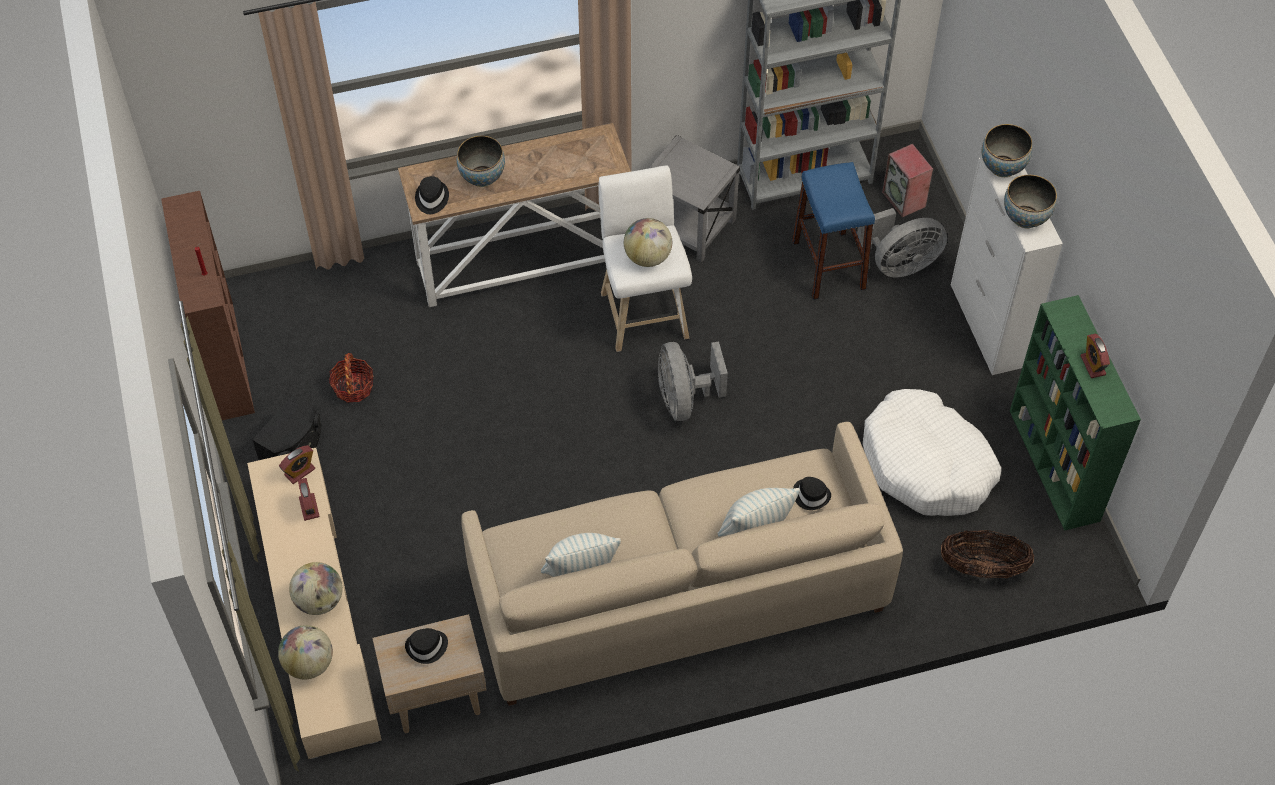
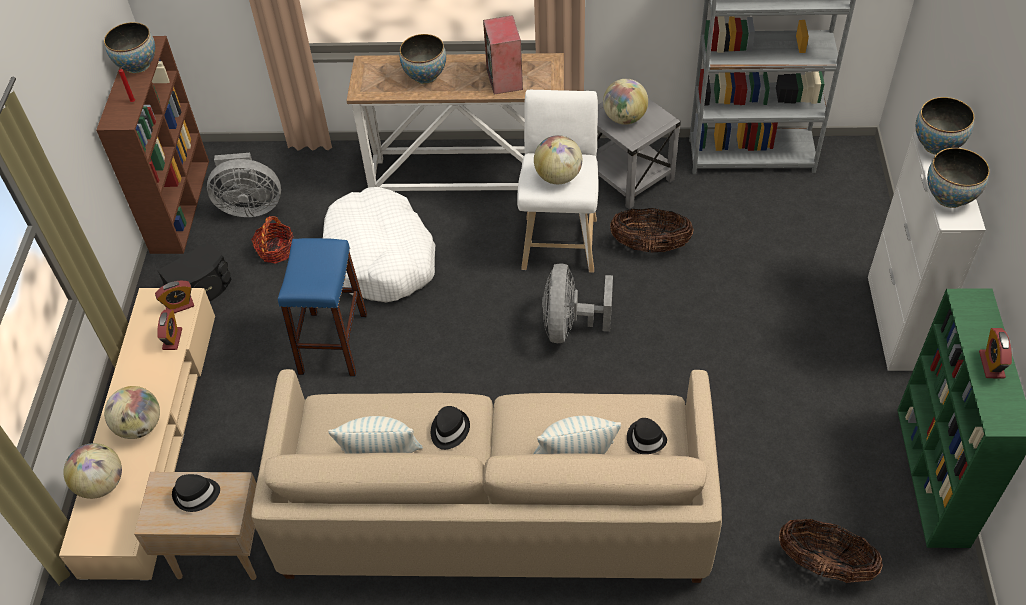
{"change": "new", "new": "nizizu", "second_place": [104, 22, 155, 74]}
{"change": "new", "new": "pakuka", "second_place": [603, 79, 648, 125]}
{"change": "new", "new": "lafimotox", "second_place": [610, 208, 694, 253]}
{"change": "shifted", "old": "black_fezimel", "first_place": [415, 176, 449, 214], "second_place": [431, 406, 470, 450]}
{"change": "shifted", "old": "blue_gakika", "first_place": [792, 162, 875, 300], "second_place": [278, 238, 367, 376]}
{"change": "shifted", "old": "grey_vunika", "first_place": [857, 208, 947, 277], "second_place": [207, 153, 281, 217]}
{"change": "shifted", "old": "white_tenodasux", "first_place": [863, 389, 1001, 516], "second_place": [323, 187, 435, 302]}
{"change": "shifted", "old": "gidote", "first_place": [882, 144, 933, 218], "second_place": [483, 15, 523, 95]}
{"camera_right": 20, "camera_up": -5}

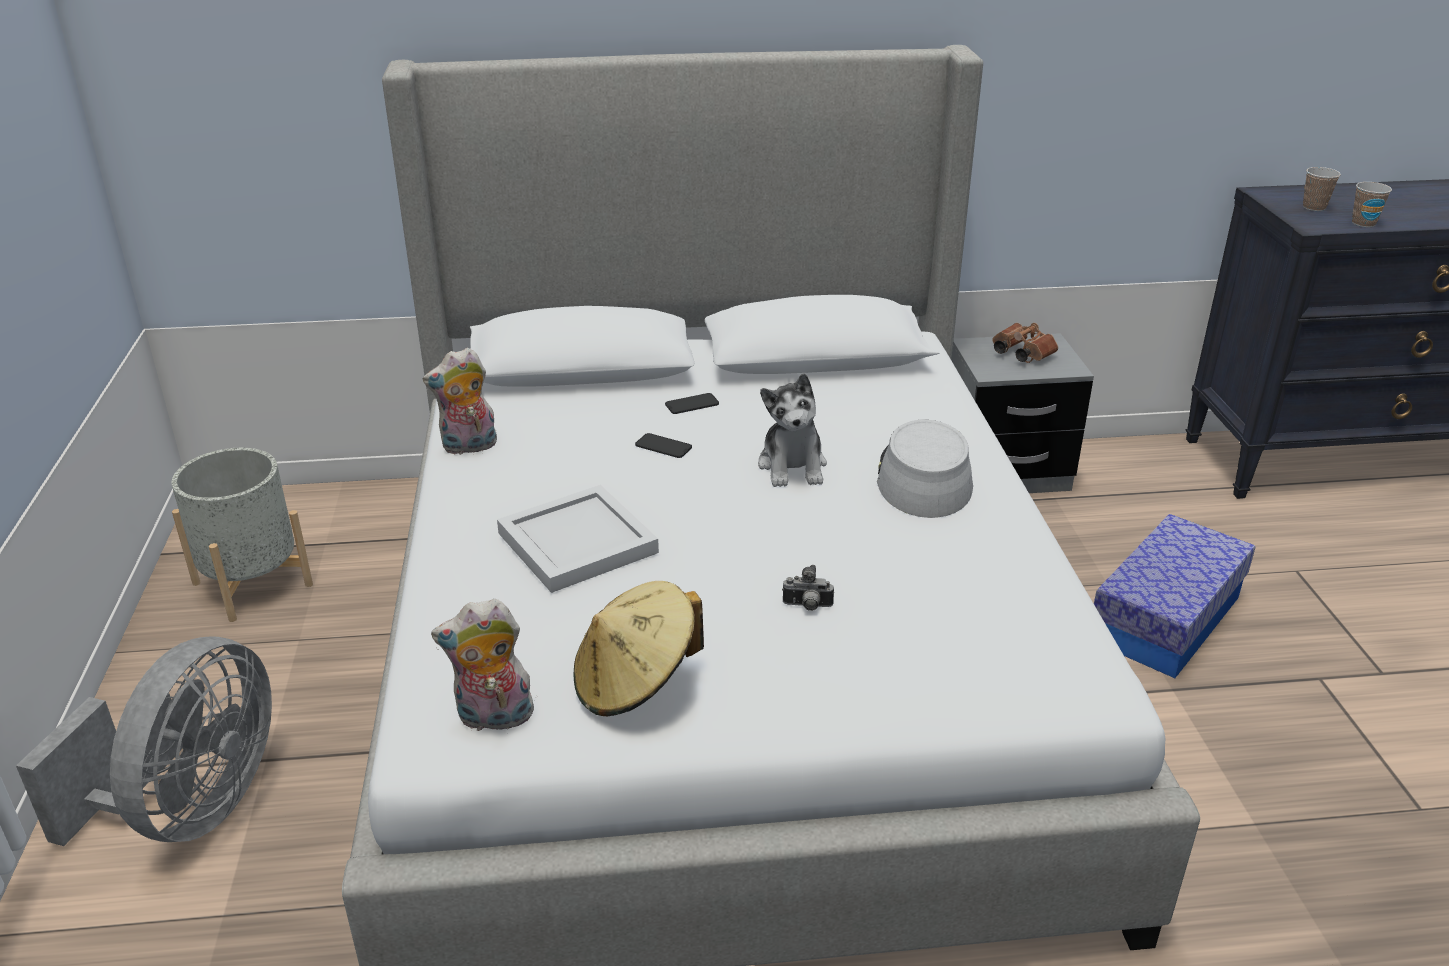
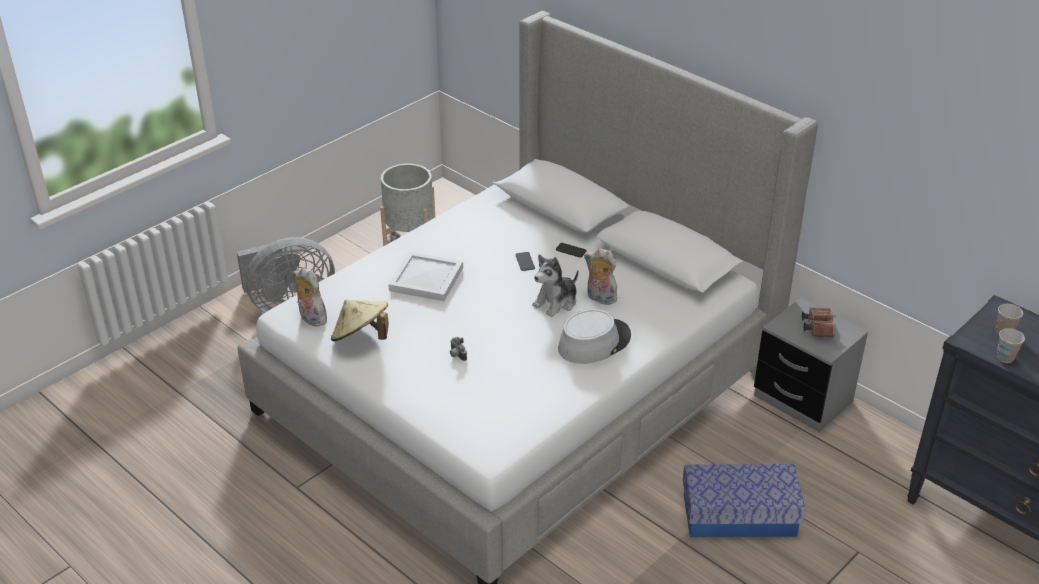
{"change": "shifted", "old": "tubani", "first_place": [423, 347, 497, 455], "second_place": [584, 248, 619, 306]}
{"camera_right": 50, "camera_up": 5}

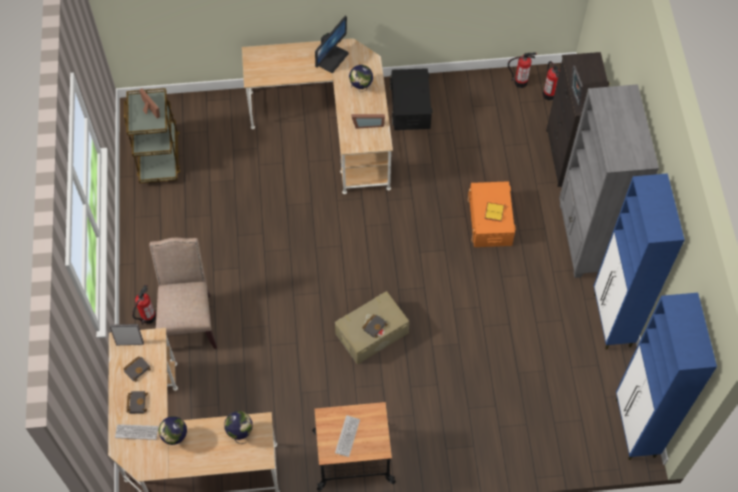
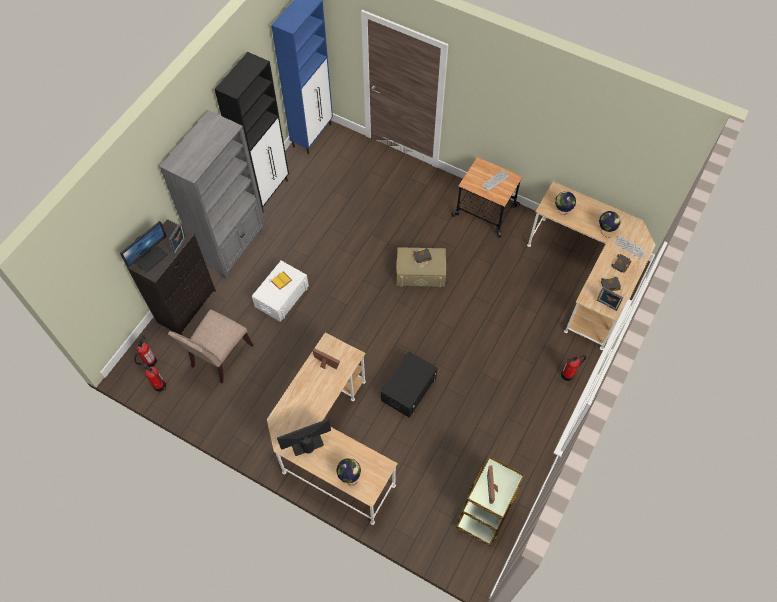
{"change": "new", "new": "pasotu", "second_place": [120, 221, 168, 273]}
{"change": "shifted", "old": "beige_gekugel", "first_place": [149, 238, 217, 349], "second_place": [168, 309, 254, 383]}
{"change": "shifted", "old": "pakuka", "first_place": [349, 65, 373, 92], "second_place": [336, 458, 361, 485]}
{"change": "shifted", "old": "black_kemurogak", "first_place": [390, 68, 433, 130], "second_place": [381, 351, 437, 418]}
{"change": "repainted", "old": "orange_kemurogak", "new": "white_kemurogak", "first_place": [468, 181, 516, 247], "second_place": [252, 261, 309, 322]}
{"change": "repainted", "old": "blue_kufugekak", "new": "black_kufugekak", "first_place": [594, 173, 685, 349], "second_place": [214, 52, 289, 212]}
{"camera_right": -145, "camera_up": 0}

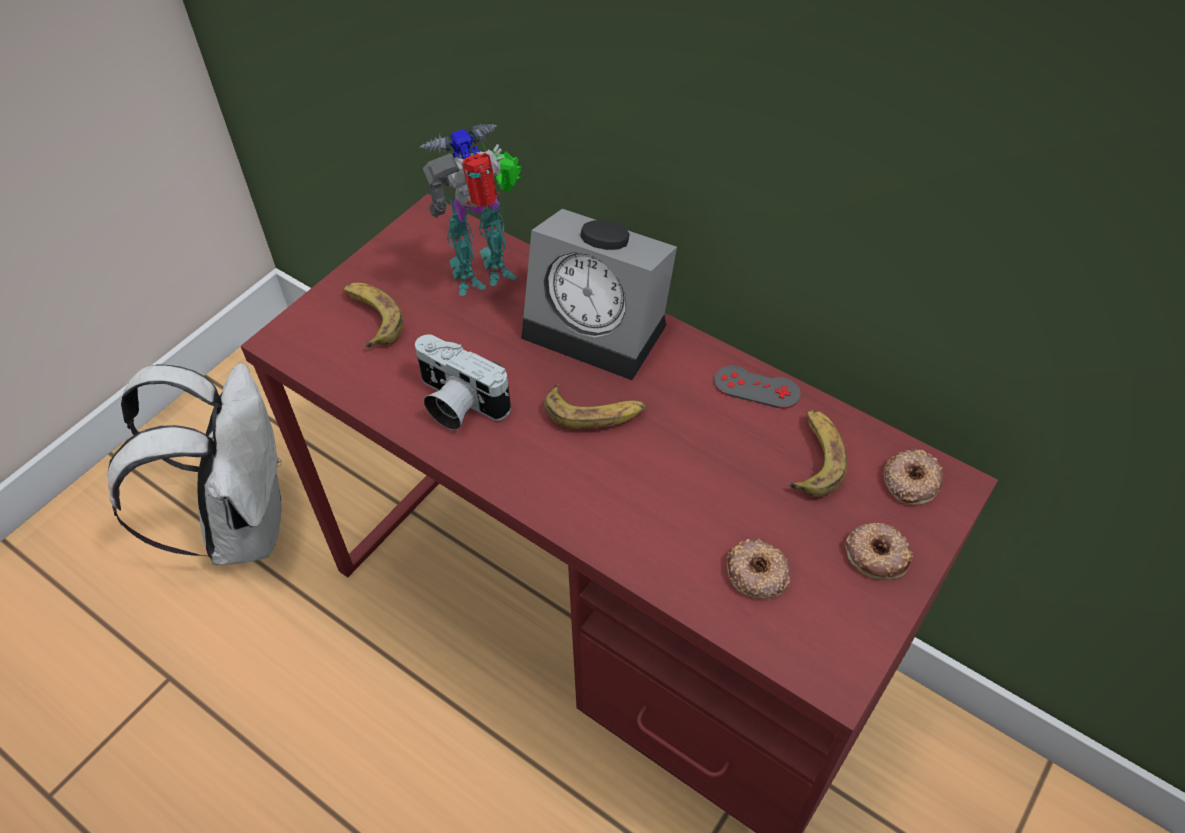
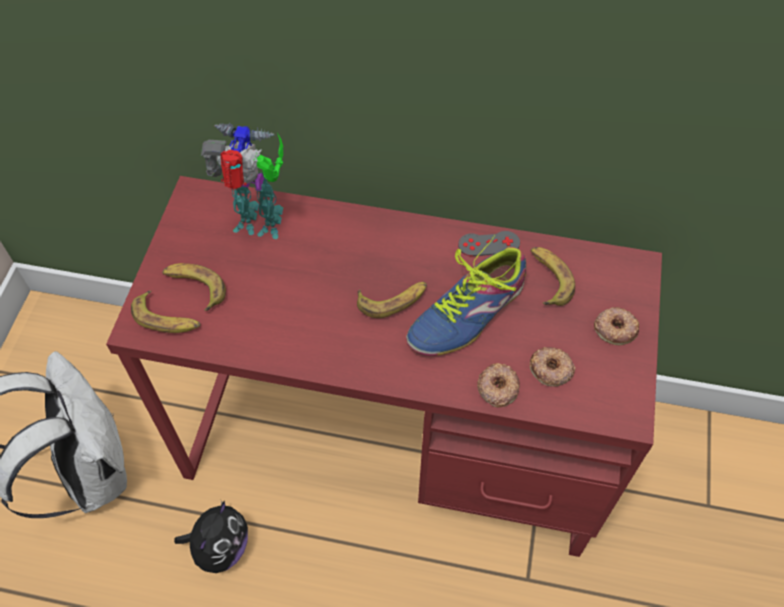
{"change": "gone", "old": "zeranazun", "first_place": [415, 334, 511, 430]}
{"change": "gone", "old": "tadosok", "first_place": [521, 209, 677, 380]}
{"change": "new", "new": "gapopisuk", "second_place": [131, 291, 201, 333]}
{"change": "new", "new": "tubani", "second_place": [174, 501, 248, 573]}
{"change": "new", "new": "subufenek", "second_place": [406, 235, 526, 356]}
{"change": "shifted", "old": "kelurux", "first_place": [883, 449, 944, 505], "second_place": [477, 363, 520, 407]}
{"change": "rotated", "old": "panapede", "first_place": [420, 124, 522, 296], "second_place": [201, 123, 284, 239], "degrees": 60}
{"camera_right": -25, "camera_up": 5}

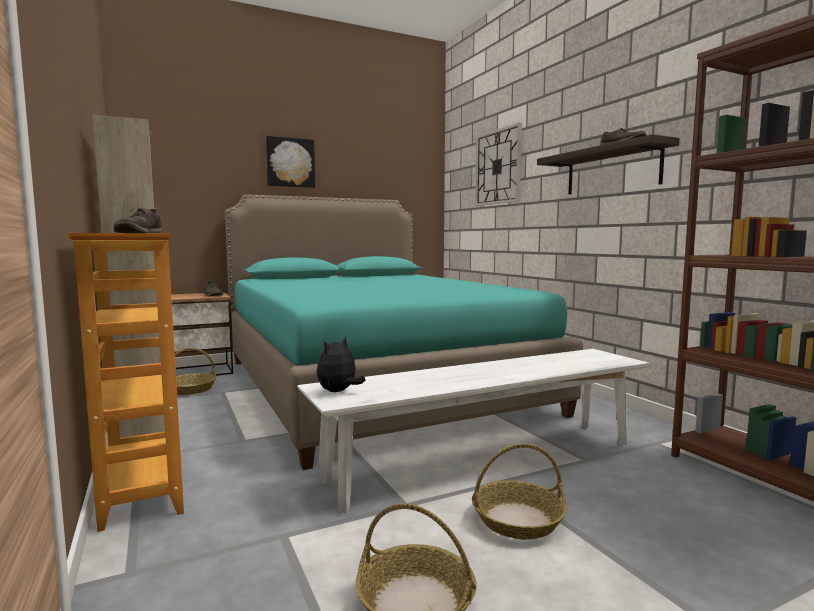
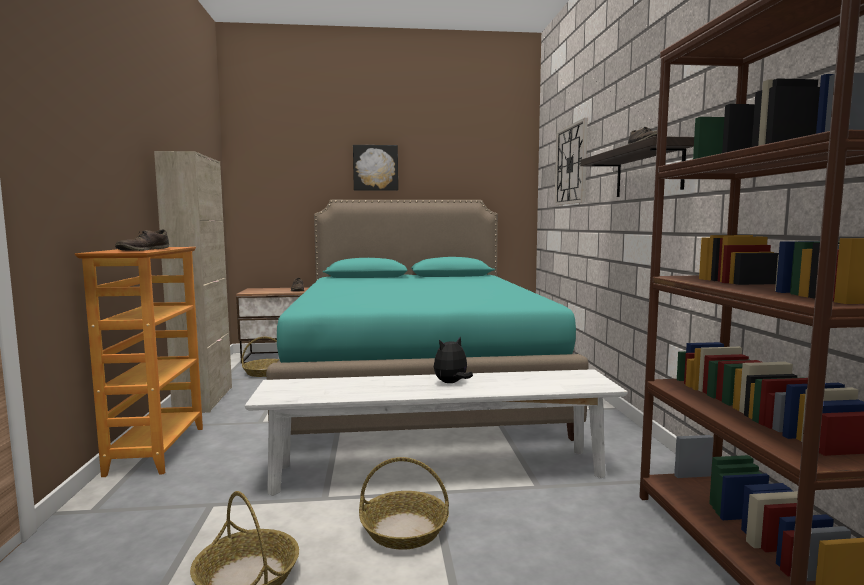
{"change": "shifted", "old": "tubani", "first_place": [317, 336, 366, 392], "second_place": [434, 337, 473, 383]}
{"camera_right": 20, "camera_up": 0}

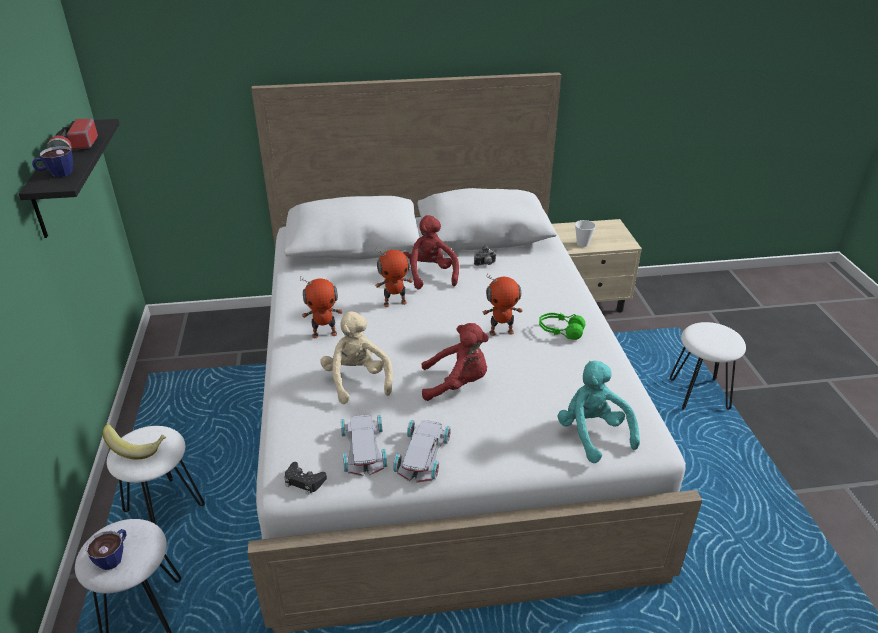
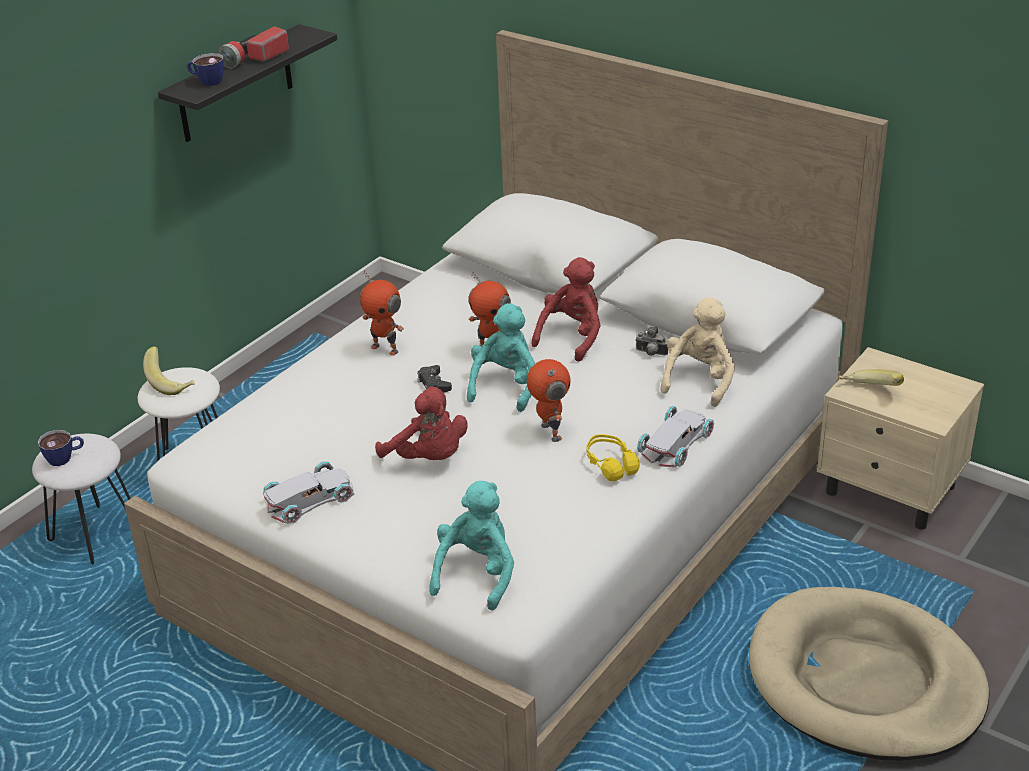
{"change": "new", "new": "turquoise_tubani", "second_place": [467, 303, 535, 412]}
{"change": "shifted", "old": "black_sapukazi", "first_place": [284, 462, 327, 495], "second_place": [417, 365, 452, 393]}
{"change": "shifted", "old": "beige_tubani", "first_place": [320, 311, 393, 404], "second_place": [660, 297, 735, 407]}
{"change": "shifted", "old": "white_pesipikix", "first_place": [340, 415, 387, 476], "second_place": [637, 406, 714, 467]}
{"change": "swapped", "old": "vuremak", "new": "gapopisuk", "first_place": [575, 220, 596, 247], "second_place": [838, 369, 904, 386]}
{"change": "swapped", "old": "white_gakika", "new": "beige_tenodasux", "first_place": [670, 322, 746, 410], "second_place": [749, 587, 990, 761]}
{"change": "repainted", "old": "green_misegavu", "new": "yellow_misegavu", "first_place": [539, 313, 585, 340], "second_place": [586, 434, 640, 481]}
{"change": "rotated", "old": "panapede", "first_place": [483, 274, 523, 336], "second_place": [527, 359, 571, 442], "degrees": -150}
{"camera_right": 45, "camera_up": 0}

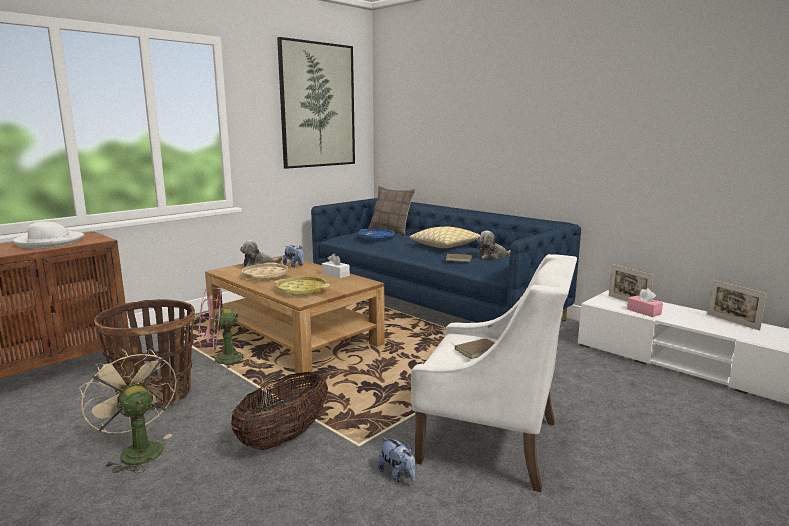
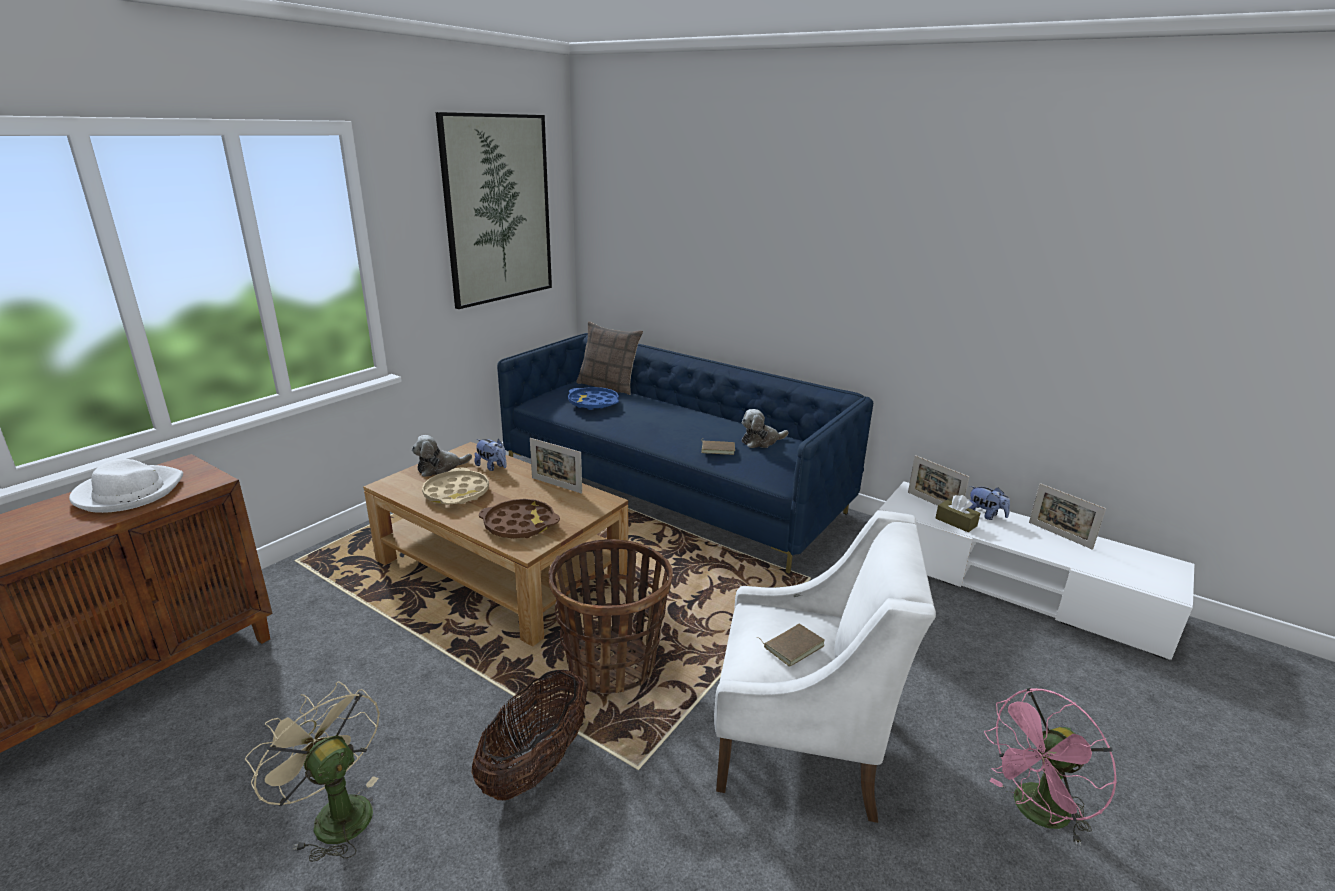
{"change": "gone", "old": "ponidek", "first_place": [410, 227, 480, 248]}
{"change": "shifted", "old": "lafimotox", "first_place": [94, 299, 195, 409], "second_place": [549, 539, 673, 694]}
{"change": "shifted", "old": "pink_vunika", "first_place": [199, 287, 249, 369], "second_place": [984, 688, 1117, 846]}
{"change": "shifted", "old": "tubani", "first_place": [378, 437, 415, 482], "second_place": [969, 486, 1010, 520]}
{"change": "swapped", "old": "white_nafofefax", "new": "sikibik", "first_place": [322, 254, 350, 279], "second_place": [530, 438, 582, 494]}
{"change": "repainted", "old": "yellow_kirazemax", "new": "brown_kirazemax", "first_place": [274, 277, 330, 296], "second_place": [479, 499, 560, 538]}
{"change": "repainted", "old": "pink_nafofefax", "new": "brown_nafofefax", "first_place": [627, 288, 663, 317], "second_place": [936, 495, 980, 532]}
{"camera_right": -10, "camera_up": 10}

